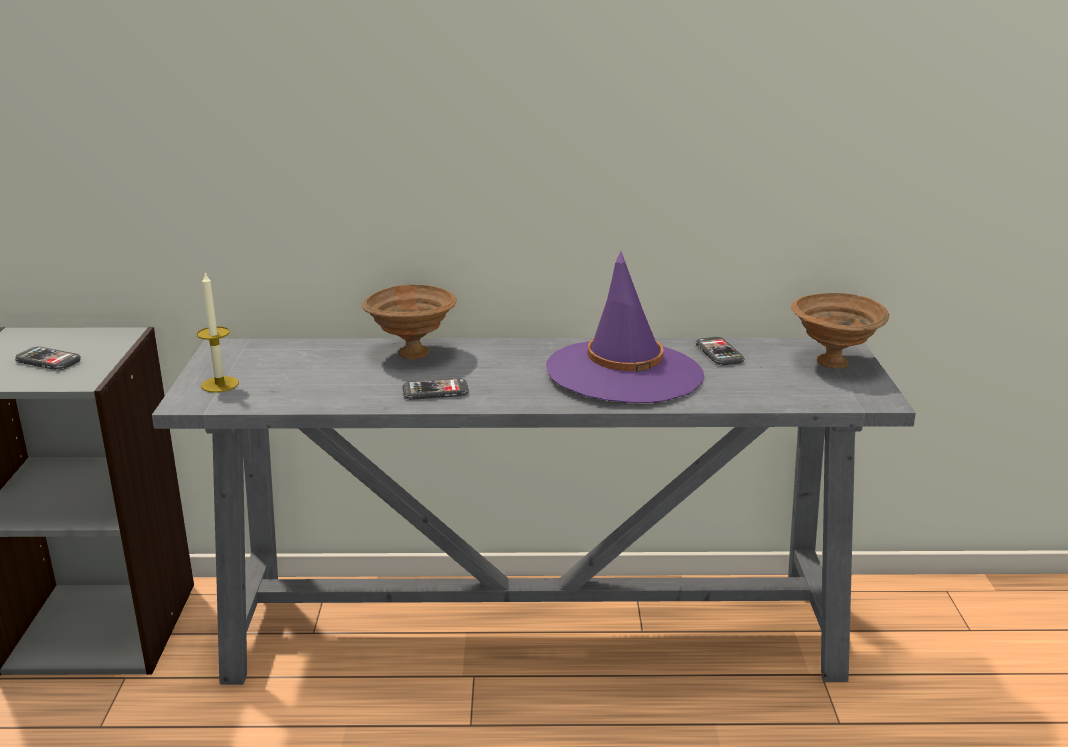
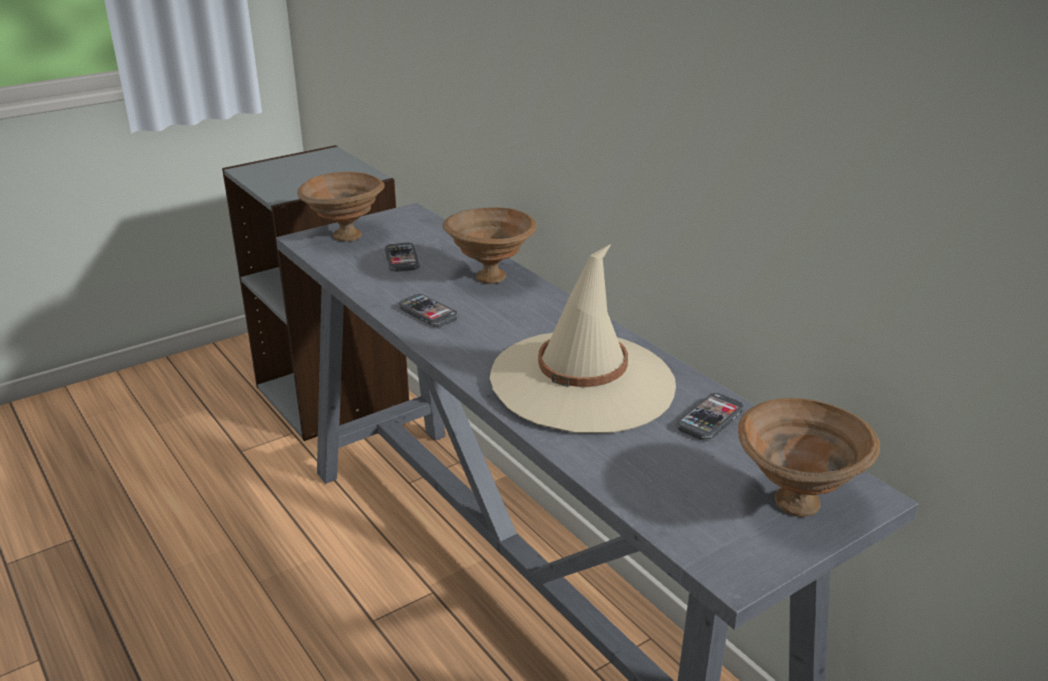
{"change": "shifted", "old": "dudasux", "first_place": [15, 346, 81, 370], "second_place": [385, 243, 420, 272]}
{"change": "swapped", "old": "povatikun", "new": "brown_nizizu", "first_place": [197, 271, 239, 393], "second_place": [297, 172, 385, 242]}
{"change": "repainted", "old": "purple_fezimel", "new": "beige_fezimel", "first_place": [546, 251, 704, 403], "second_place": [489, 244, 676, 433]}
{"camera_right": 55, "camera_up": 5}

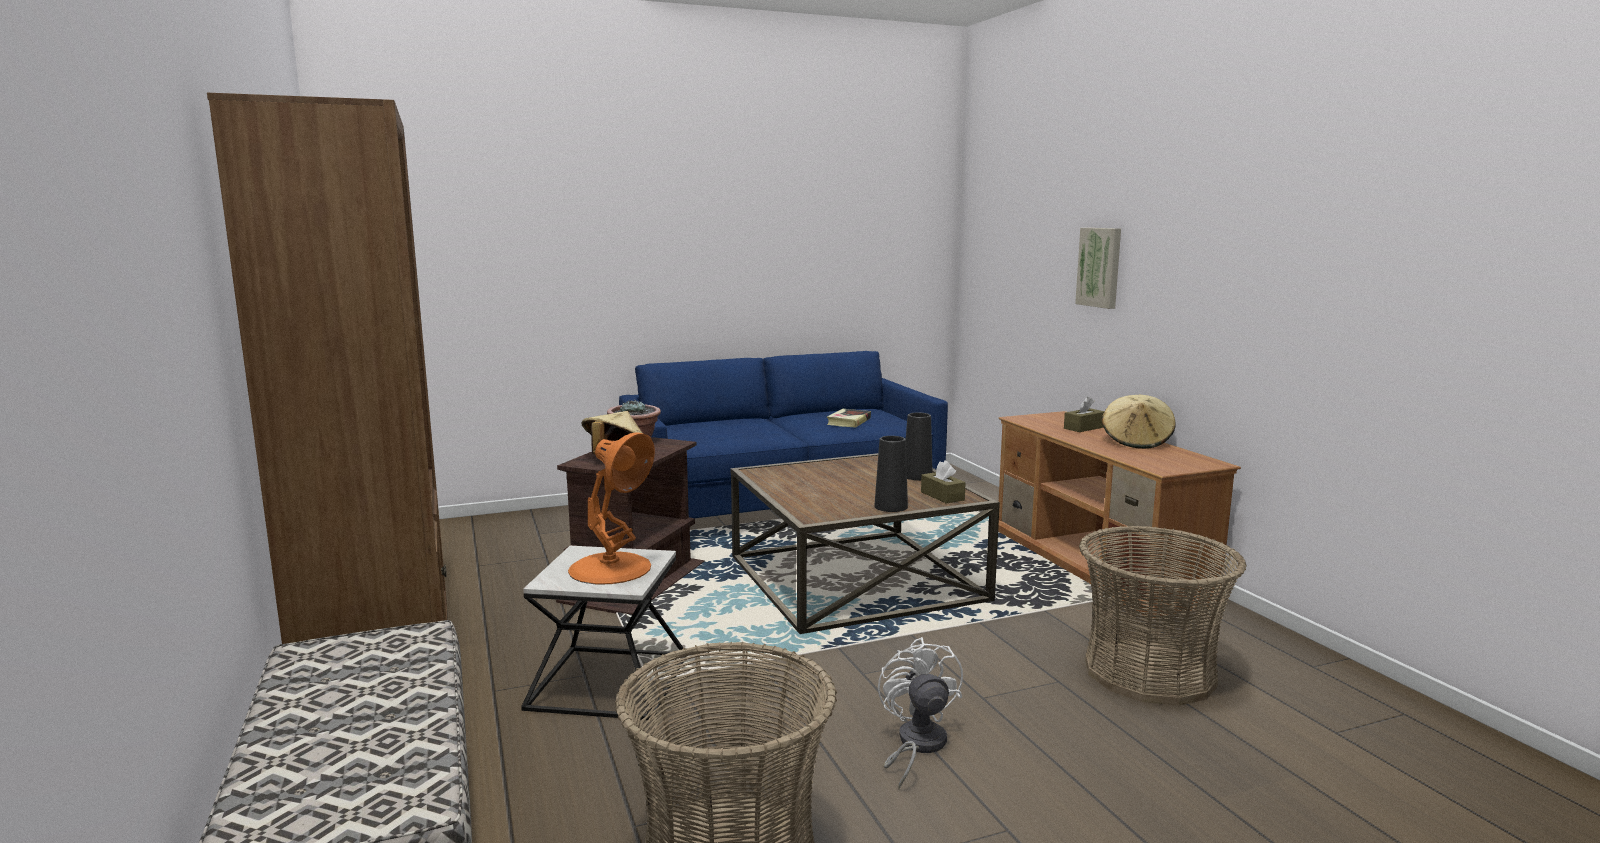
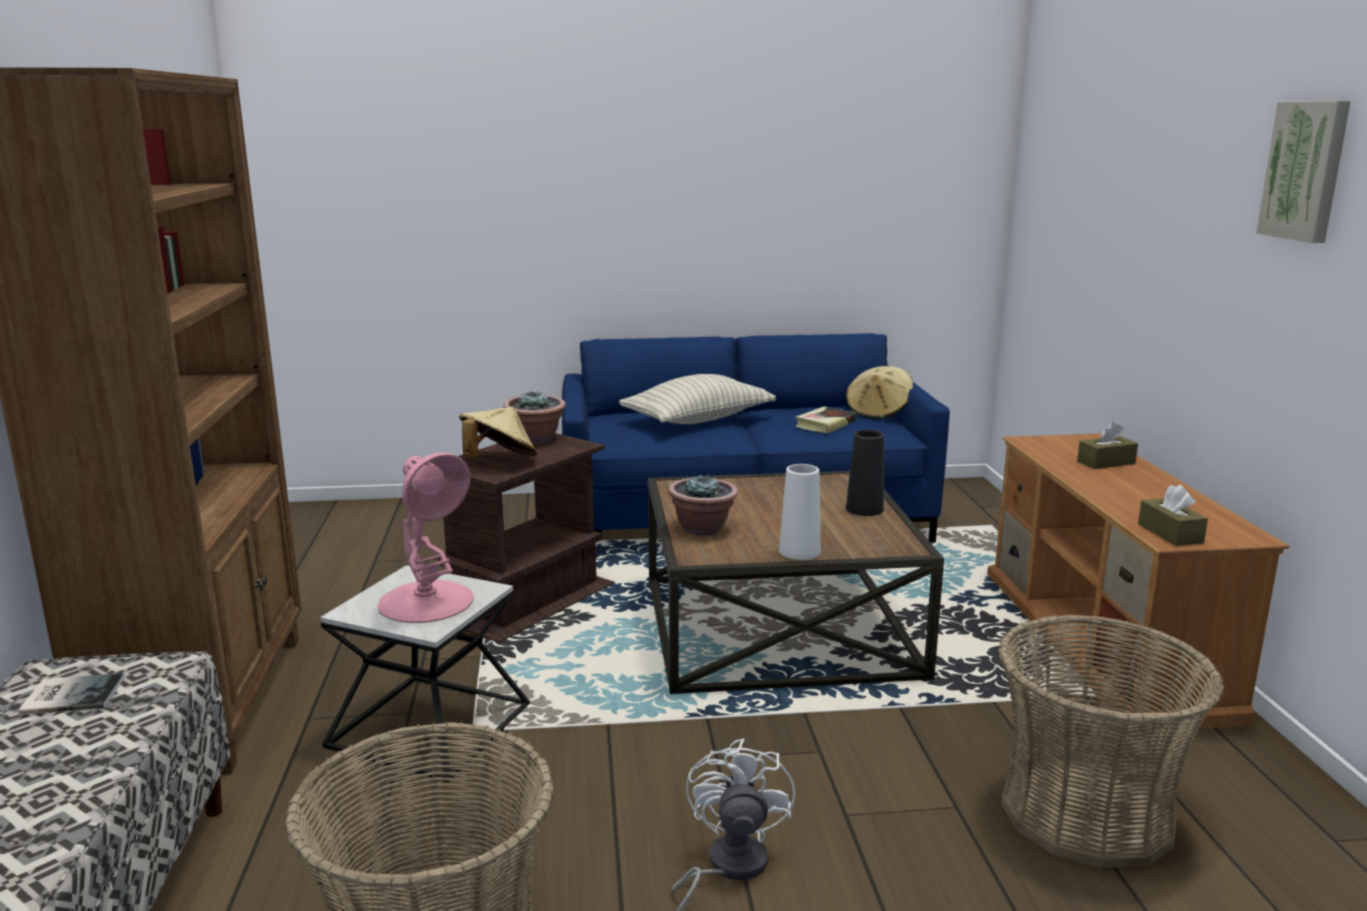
{"change": "new", "new": "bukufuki", "second_place": [18, 673, 125, 715]}
{"change": "new", "new": "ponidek", "second_place": [619, 374, 776, 424]}
{"change": "new", "new": "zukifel", "second_place": [668, 474, 738, 536]}
{"change": "shifted", "old": "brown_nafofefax", "first_place": [921, 460, 966, 504], "second_place": [1138, 484, 1208, 546]}
{"change": "shifted", "old": "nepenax", "first_place": [1075, 228, 1121, 309], "second_place": [1256, 101, 1351, 243]}
{"change": "shifted", "old": "beige_fezimel", "first_place": [1102, 395, 1176, 449], "second_place": [846, 366, 914, 419]}
{"change": "repainted", "old": "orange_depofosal", "new": "pink_depofosal", "first_place": [568, 433, 655, 585], "second_place": [377, 452, 474, 623]}
{"change": "repainted", "old": "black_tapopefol", "new": "white_tapopefol", "first_place": [874, 436, 908, 512], "second_place": [779, 464, 821, 560]}
{"camera_right": 15, "camera_up": 5}

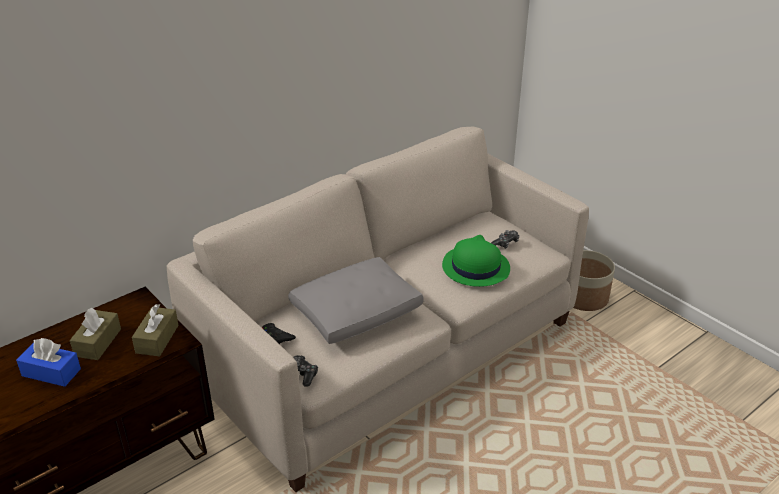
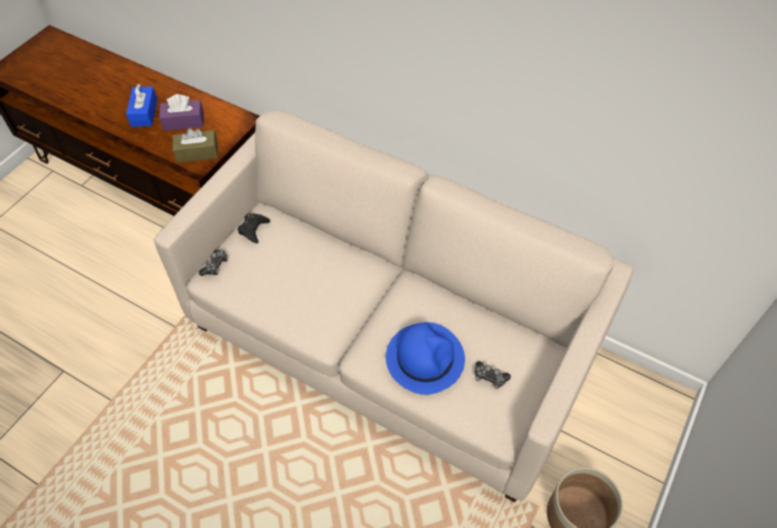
{"change": "gone", "old": "grey_ponidek", "first_place": [288, 257, 424, 344]}
{"change": "repainted", "old": "brown_nafofefax", "new": "purple_nafofefax", "first_place": [70, 308, 121, 360], "second_place": [159, 94, 204, 131]}
{"change": "repainted", "old": "green_fezimel", "new": "blue_fezimel", "first_place": [442, 235, 510, 287], "second_place": [386, 322, 465, 395]}
{"camera_right": 70, "camera_up": 20}

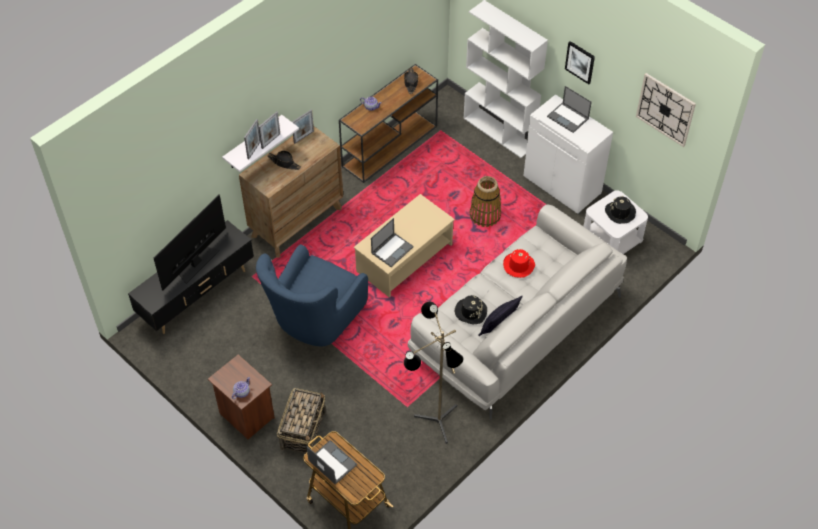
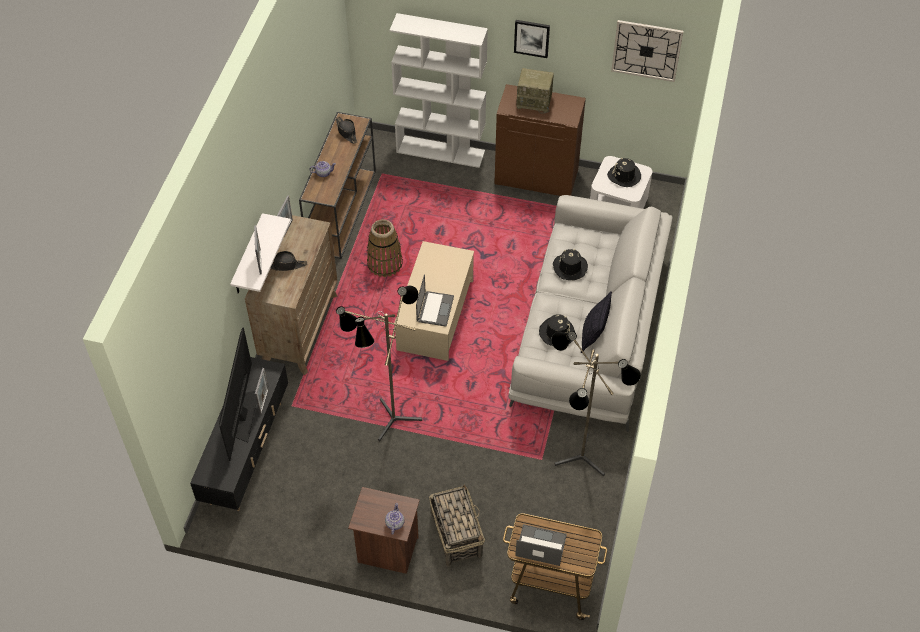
{"change": "shifted", "old": "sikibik", "first_place": [259, 112, 280, 149], "second_place": [255, 368, 269, 415]}
{"change": "shifted", "old": "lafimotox", "first_place": [470, 176, 501, 227], "second_place": [367, 219, 403, 277]}
{"change": "swapped", "old": "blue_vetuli", "new": "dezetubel", "first_place": [256, 244, 368, 346], "second_place": [336, 286, 422, 441]}
{"change": "swapped", "old": "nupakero", "new": "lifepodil", "first_place": [547, 86, 592, 133], "second_place": [516, 68, 554, 114]}
{"change": "repainted", "old": "red_fezimel", "new": "black_fezimel", "first_place": [503, 248, 535, 278], "second_place": [553, 249, 588, 280]}
{"change": "repainted", "old": "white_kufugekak", "new": "brown_kufugekak", "first_place": [523, 94, 613, 214], "second_place": [494, 84, 586, 196]}
{"camera_right": -30, "camera_up": 0}

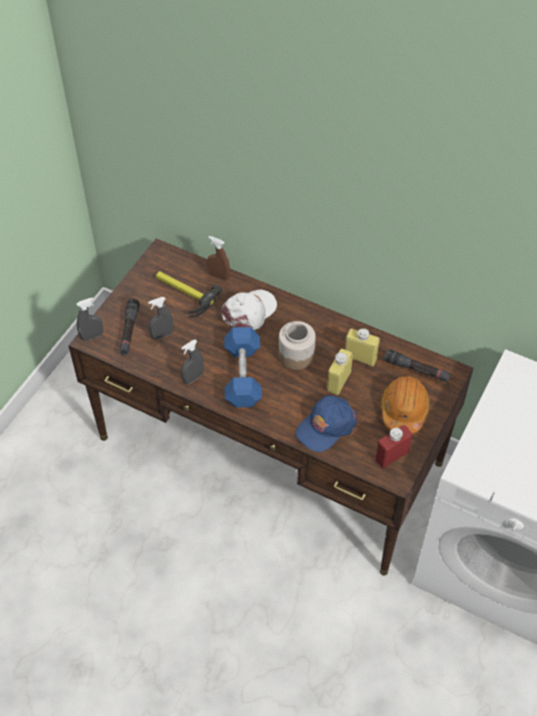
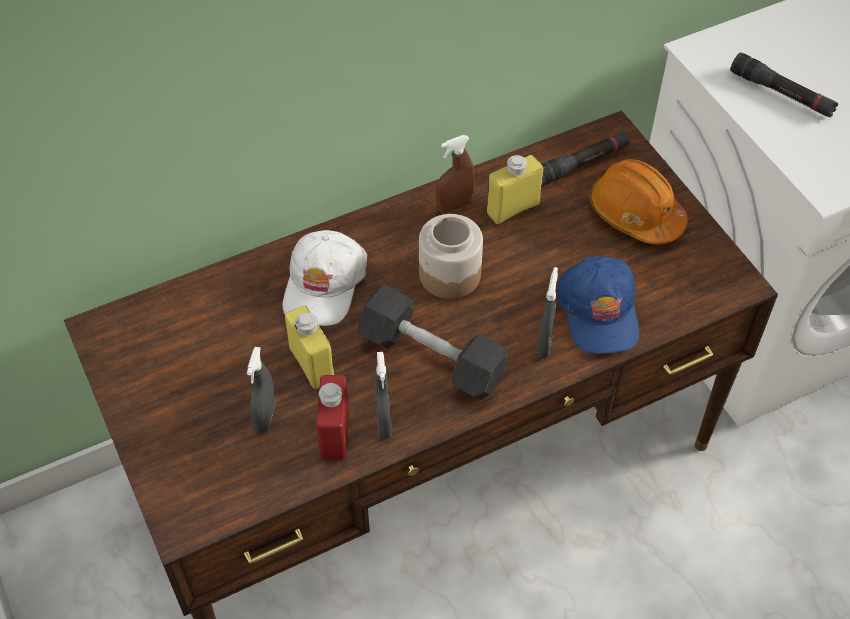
{"change": "gone", "old": "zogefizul", "first_place": [156, 271, 222, 318]}
{"change": "shifted", "old": "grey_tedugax", "first_place": [76, 298, 103, 341], "second_place": [536, 267, 558, 359]}
{"change": "shifted", "old": "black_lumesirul", "first_place": [119, 298, 140, 356], "second_place": [730, 52, 838, 118]}
{"change": "shifted", "old": "brown_tedugax", "first_place": [207, 236, 230, 280], "second_place": [436, 135, 475, 213]}
{"change": "shifted", "old": "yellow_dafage", "first_place": [327, 349, 353, 395], "second_place": [285, 306, 334, 389]}
{"change": "shifted", "old": "red_dafage", "first_place": [375, 425, 412, 468], "second_place": [316, 375, 349, 460]}
{"change": "repainted", "old": "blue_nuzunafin", "new": "grey_nuzunafin", "first_place": [224, 327, 262, 407], "second_place": [358, 284, 508, 400]}
{"change": "rotated", "old": "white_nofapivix", "first_place": [222, 290, 277, 330], "second_place": [283, 230, 367, 326], "degrees": -150}
{"camera_right": -55, "camera_up": 0}

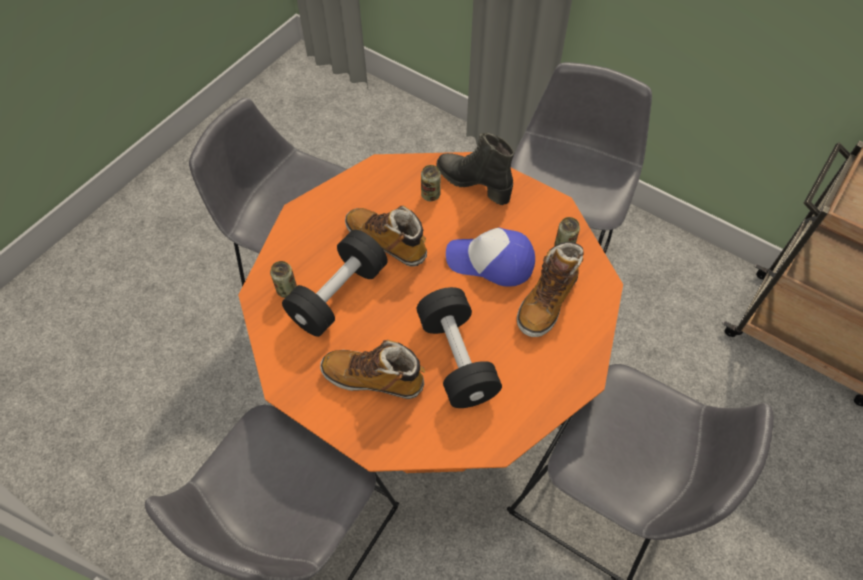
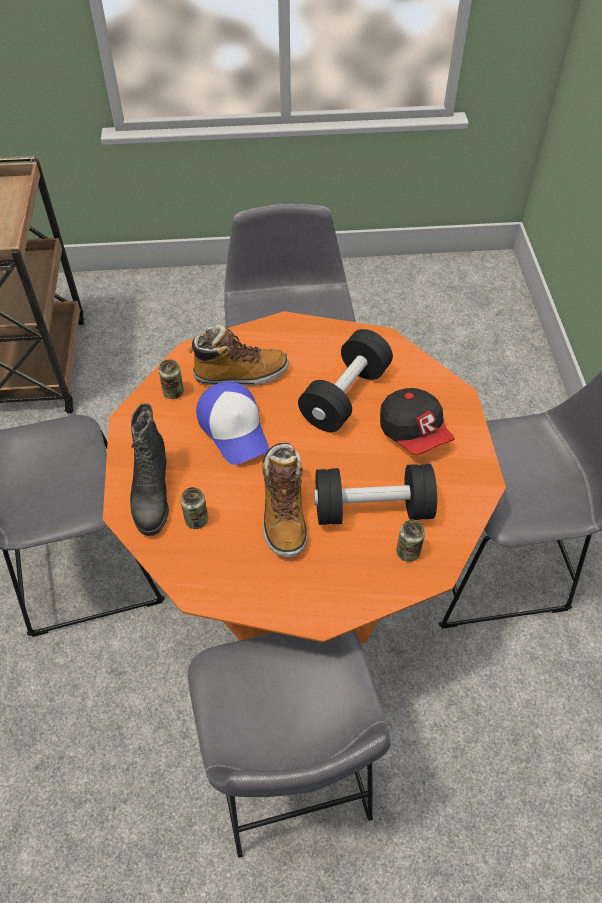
{"change": "swapped", "old": "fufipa", "new": "nofapivix", "first_place": [320, 340, 425, 399], "second_place": [380, 388, 455, 455]}
{"camera_right": -130, "camera_up": -5}

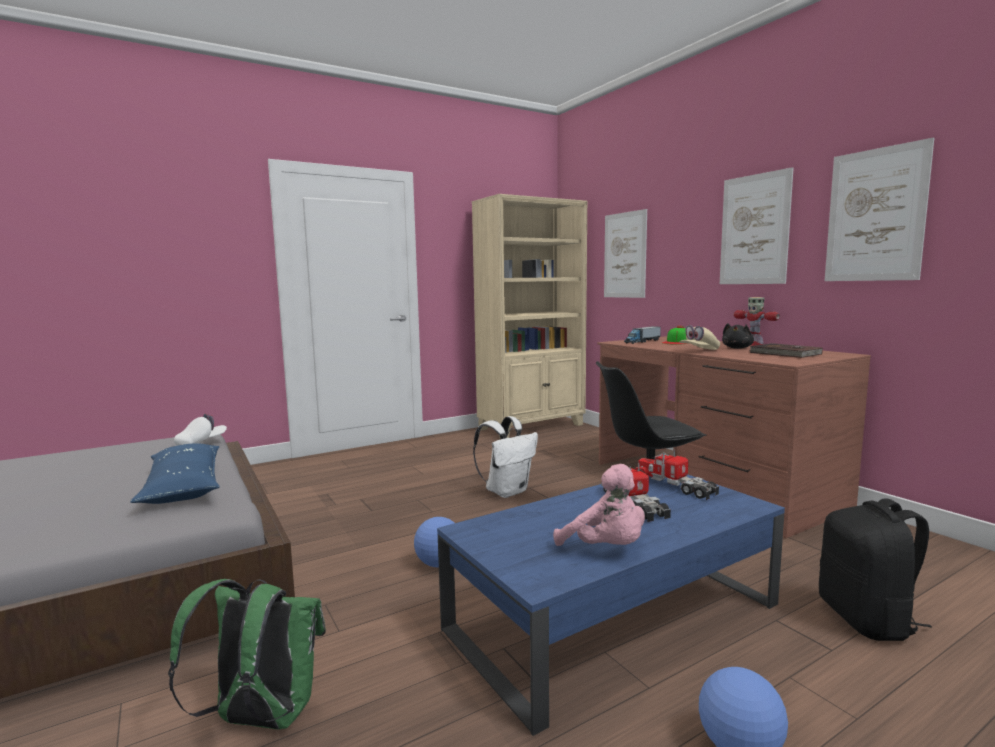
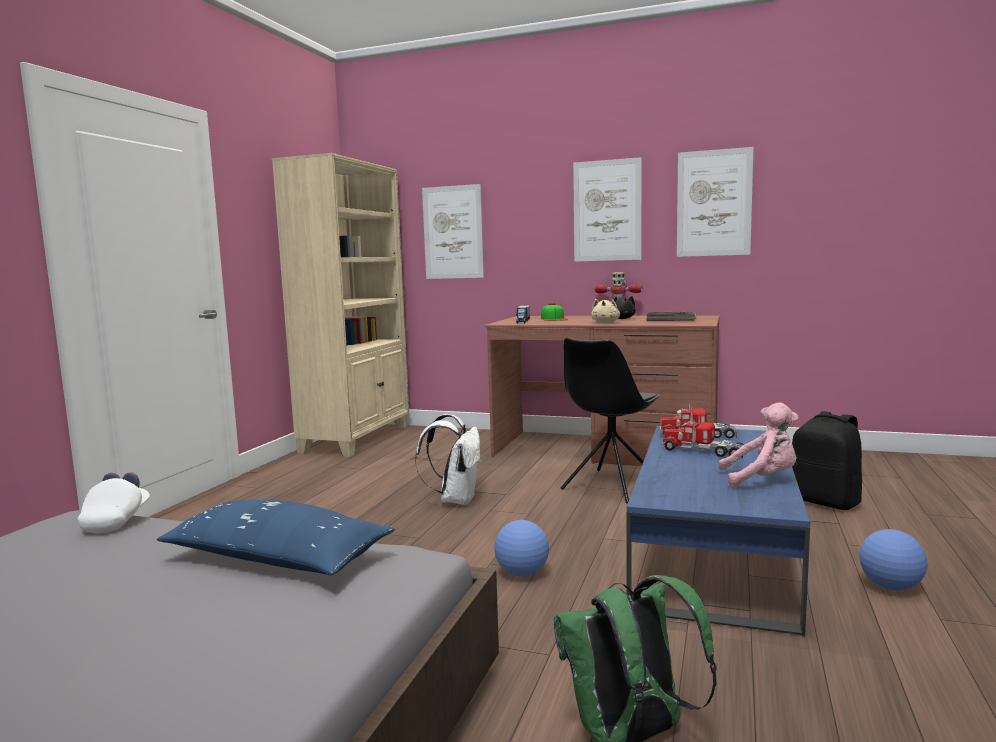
{"change": "swapped", "old": "beige_nofapivix", "new": "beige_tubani", "first_place": [679, 325, 720, 350], "second_place": [592, 299, 620, 323]}
{"camera_right": -40, "camera_up": 0}

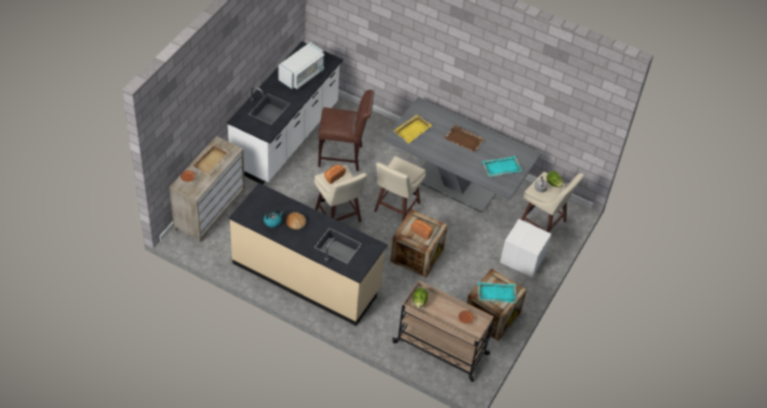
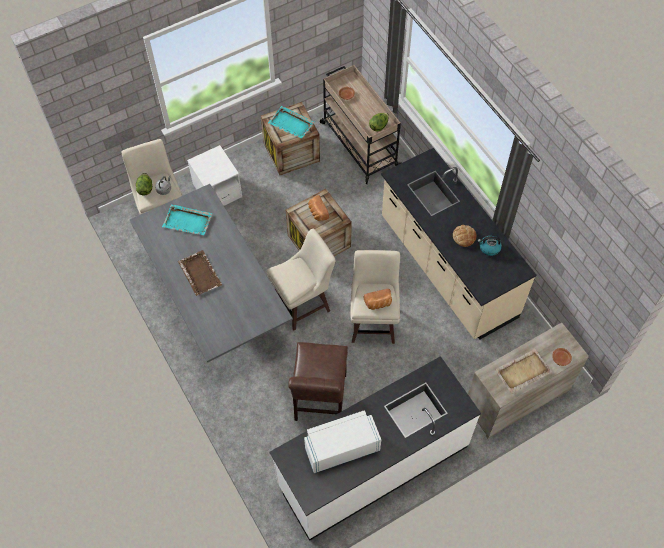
{"change": "gone", "old": "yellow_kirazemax", "first_place": [394, 114, 432, 144]}
{"change": "rotated", "old": "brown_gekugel", "first_place": [318, 90, 374, 171], "second_place": [288, 342, 348, 421], "degrees": -120}
{"camera_right": -145, "camera_up": 10}

